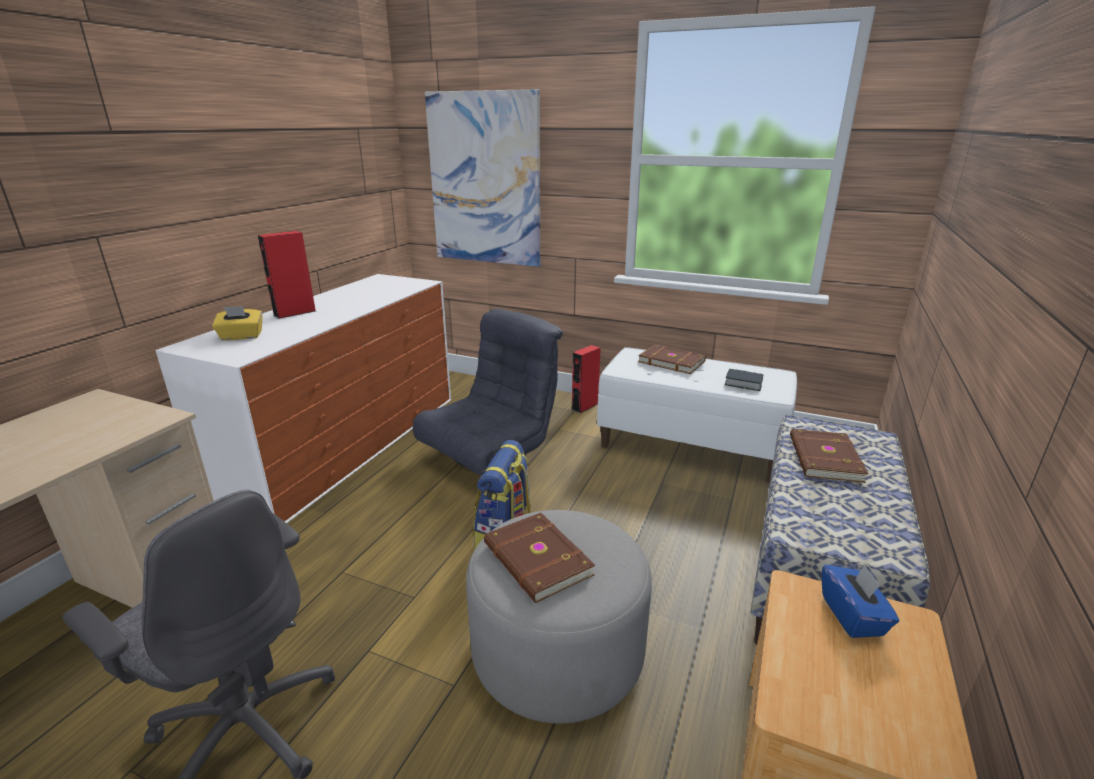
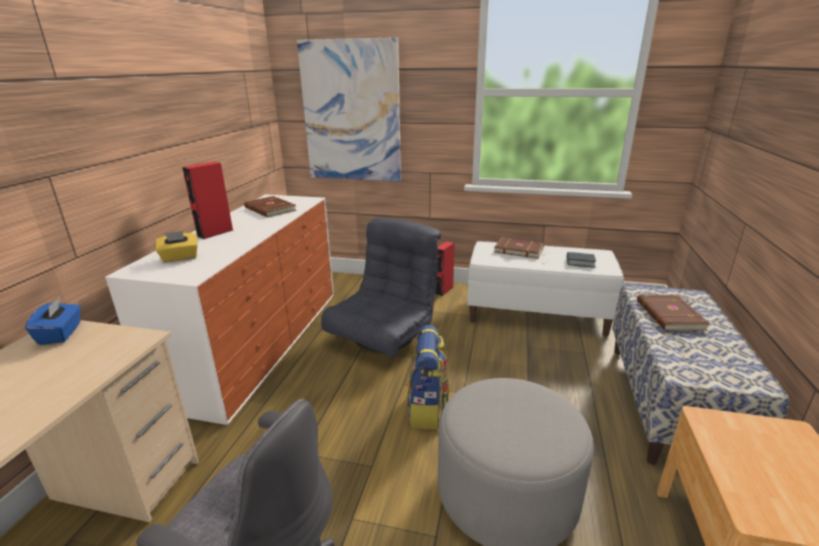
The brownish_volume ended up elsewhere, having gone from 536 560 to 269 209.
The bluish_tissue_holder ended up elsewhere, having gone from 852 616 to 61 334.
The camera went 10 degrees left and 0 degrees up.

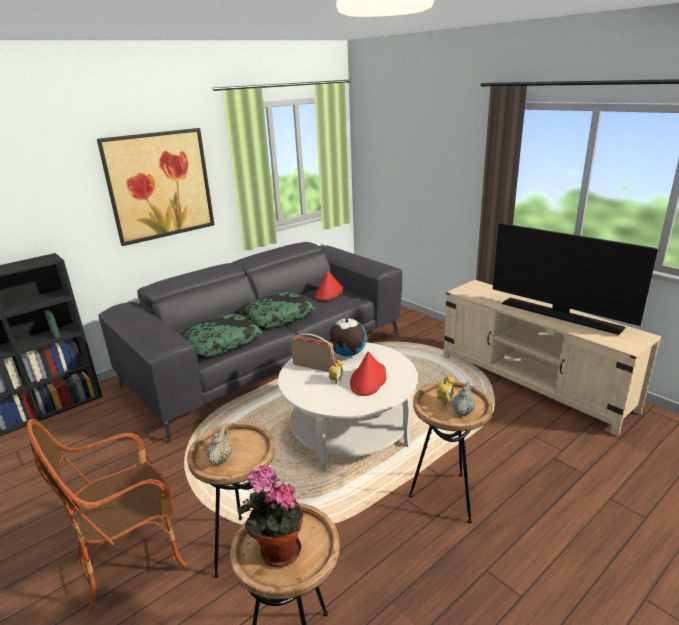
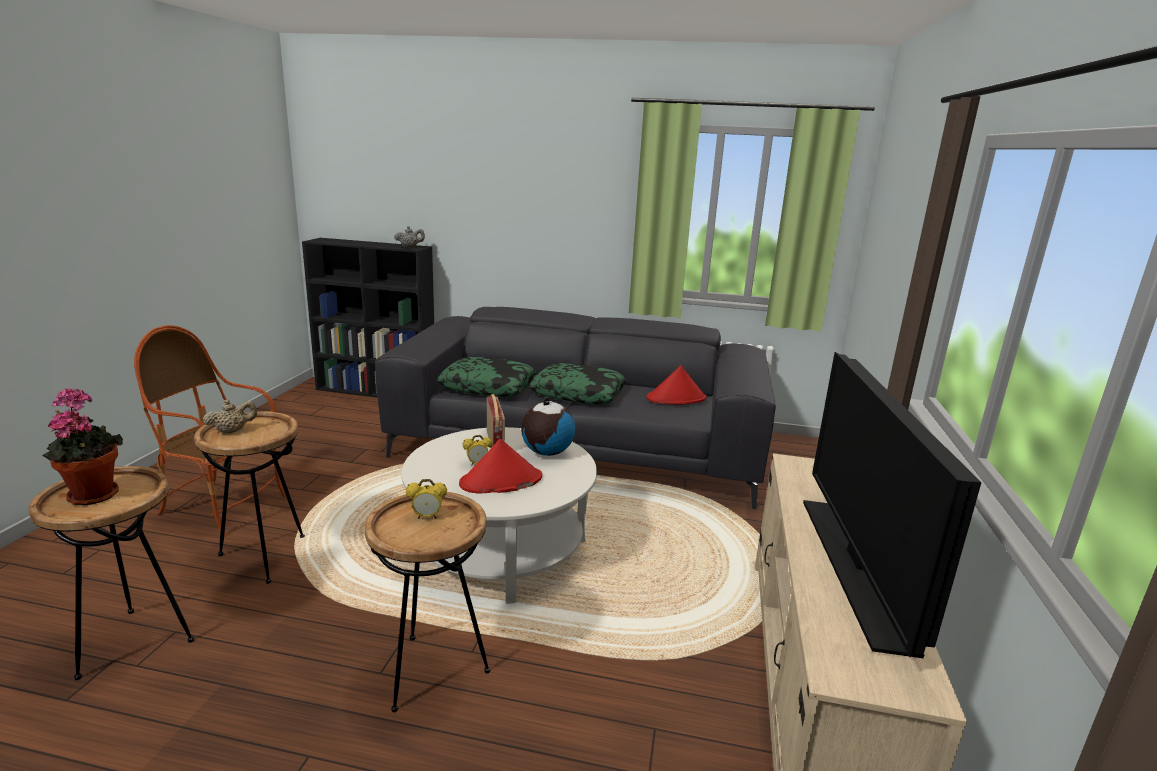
The second view lost the wall_art at 159 185.
The grey_pot_for_tea ended up elsewhere, having gone from 463 411 to 409 247.
The camera went 50 degrees right and 5 degrees down.

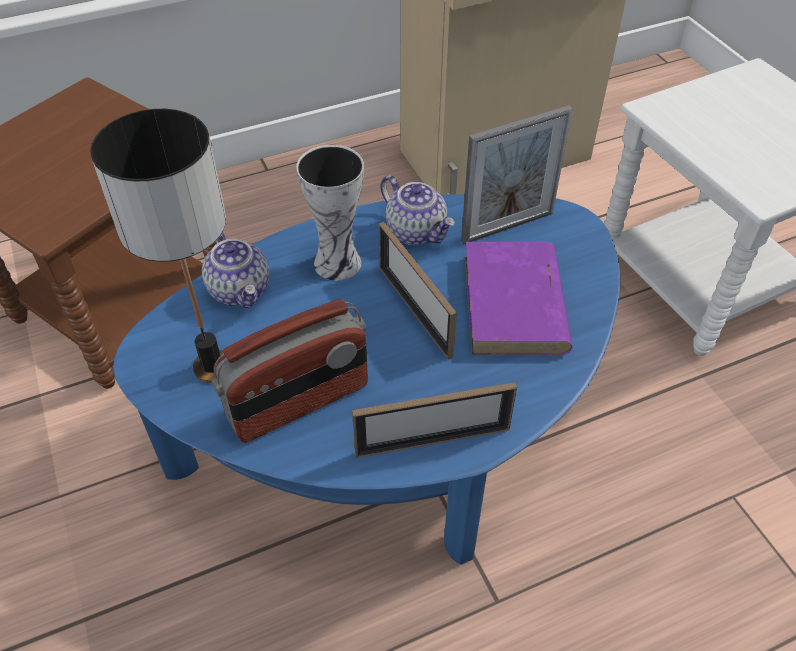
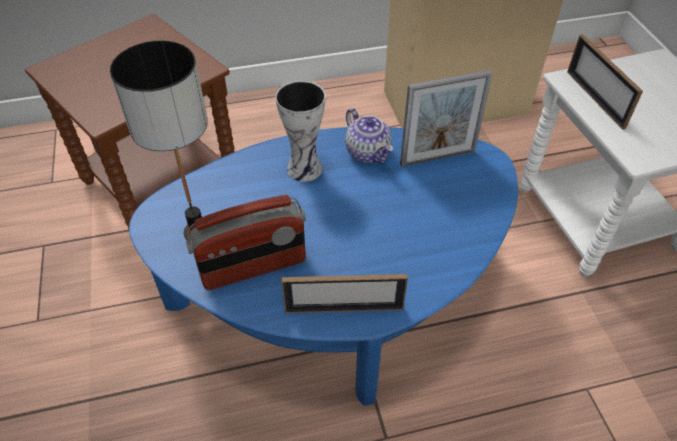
The standing_frame ended up elsewhere, having gone from 415 311 to 595 99.
The second view lost the pot_for_tea at 240 290.
The second view lost the purple-coloured_volume at 514 304.
The camera went 10 degrees right and 0 degrees up.

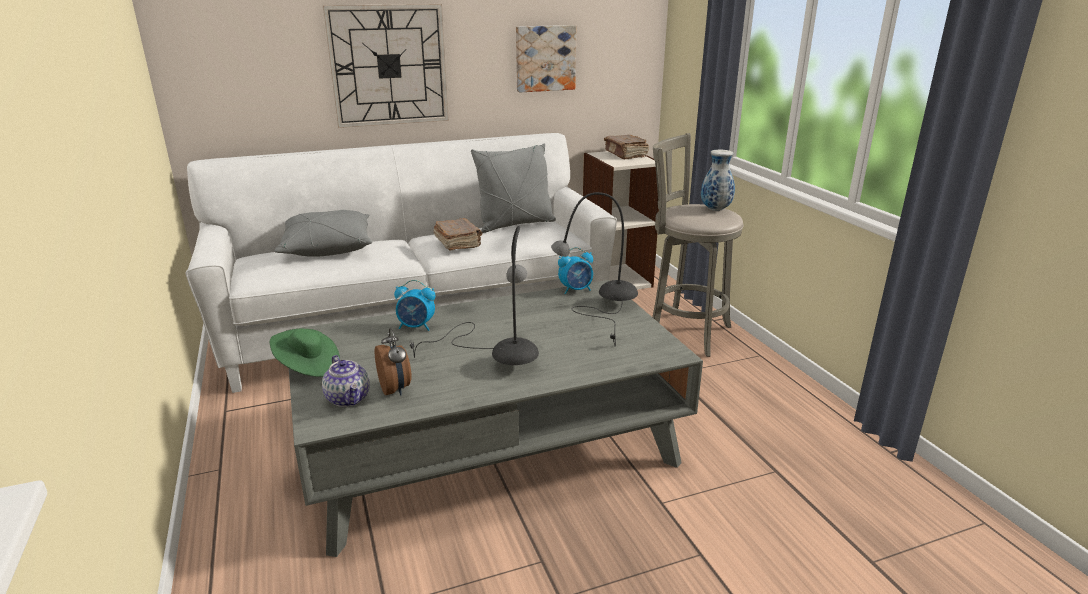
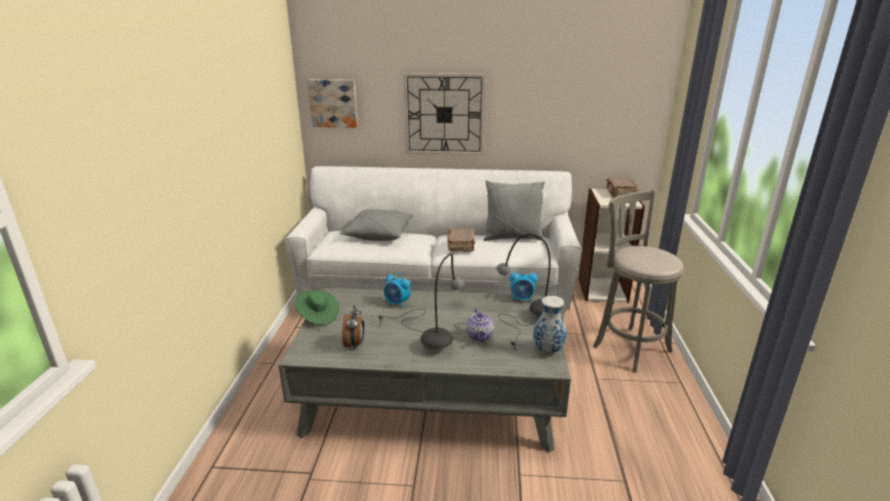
The wall_art ended up elsewhere, having gone from 545 58 to 333 103.
The flower_vase ended up elsewhere, having gone from 714 209 to 547 350.
The pot_for_tea ended up elsewhere, having gone from 349 398 to 480 336.
The camera went 25 degrees right and 0 degrees up.

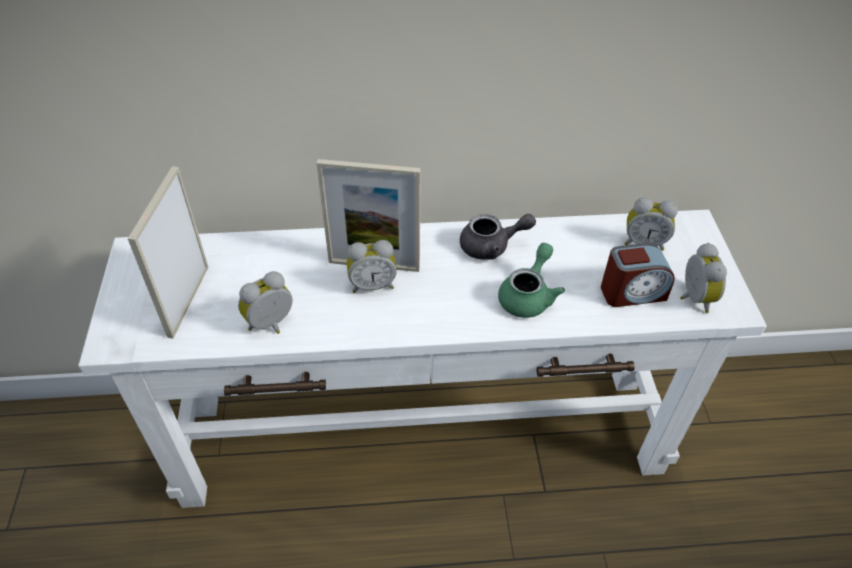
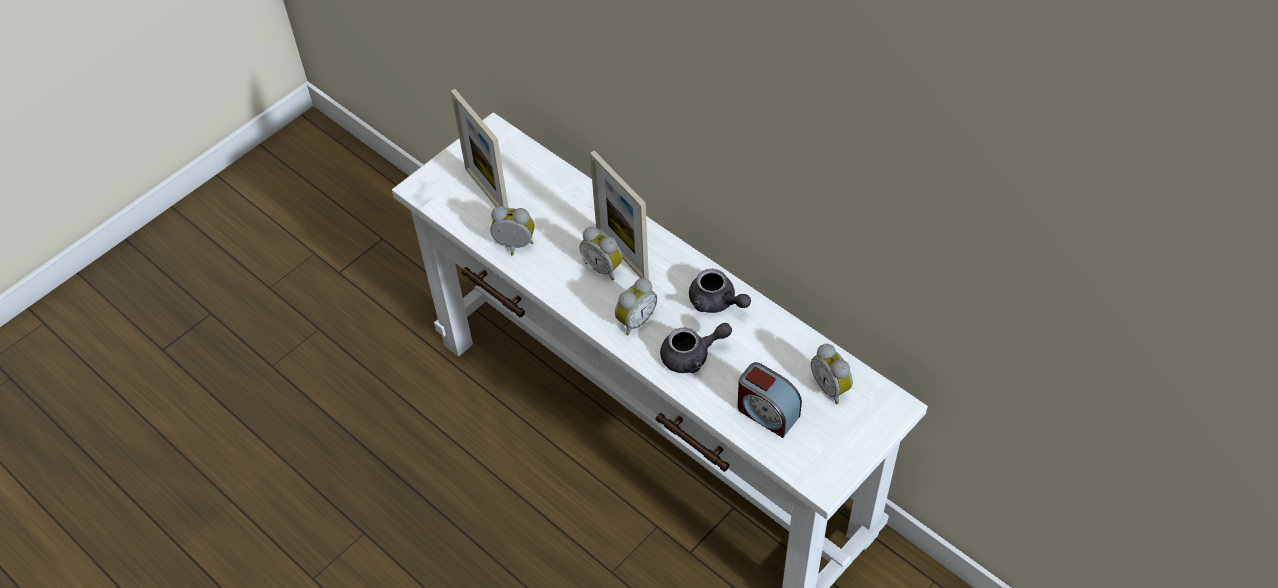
The standing_frame at 188 300 ended up facing another way, 90 degrees counterclockwise from before.
What was the greenish_pot_for_tea at 528 296 turned into the grey_pot_for_tea at 692 356.
The alarm_clock ended up elsewhere, having gone from 693 298 to 634 320.
The camera went 50 degrees right and 5 degrees up.

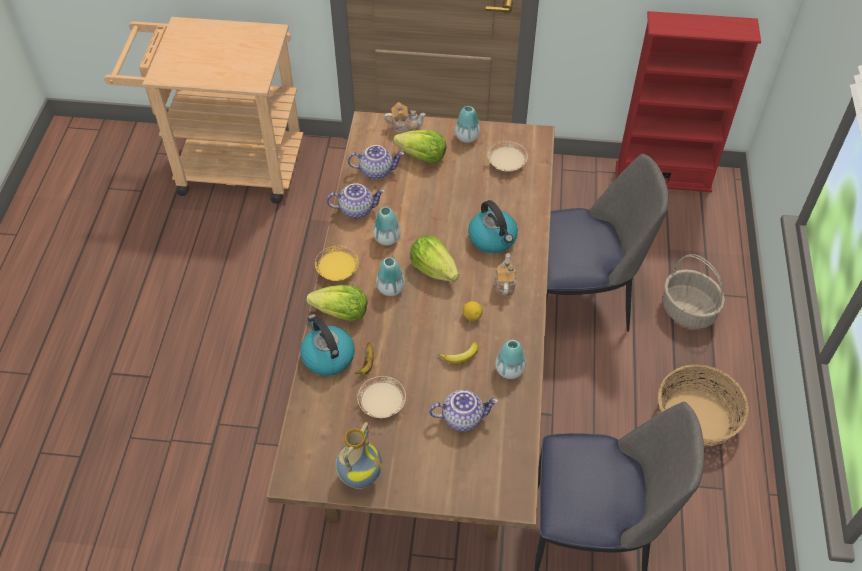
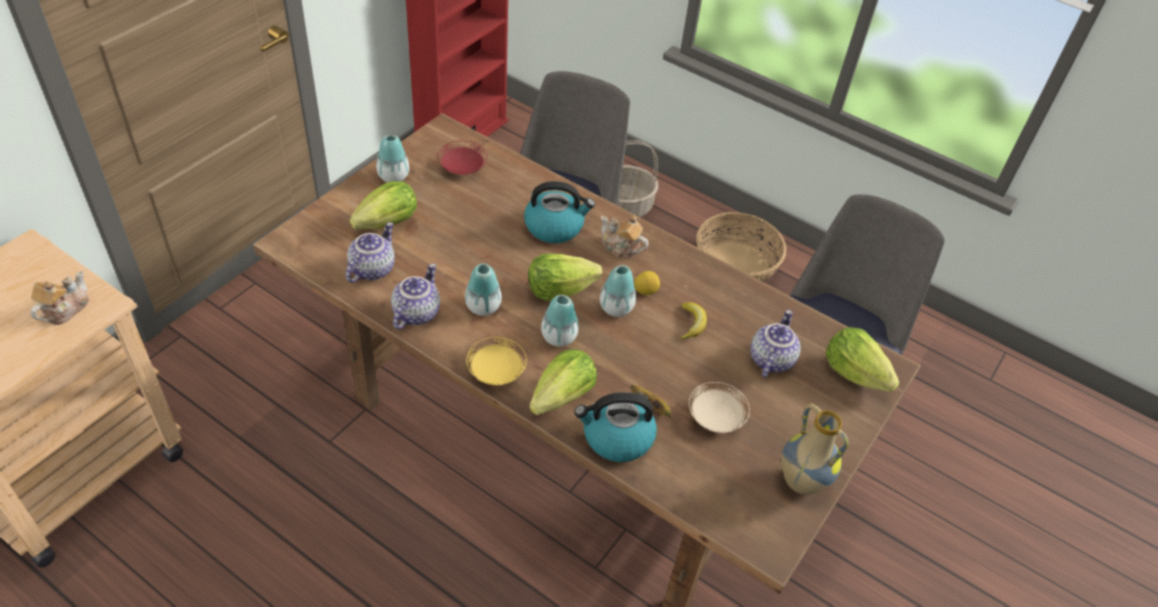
The pot_for_tea ended up elsewhere, having gone from 405 126 to 65 309.
What was the beige-coloured_plate at 507 165 turned into the red_plate at 462 168.
The flower_vase ended up elsewhere, having gone from 509 370 to 616 308.
The second view gained the head_of_lettuce at 854 373.
The camera went 65 degrees left and 5 degrees down.

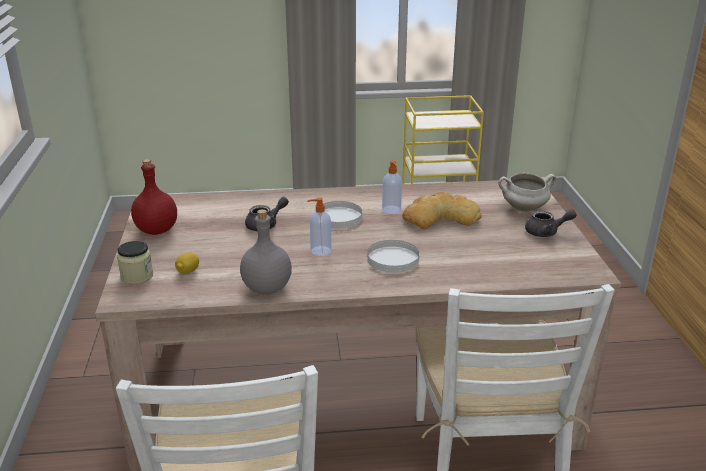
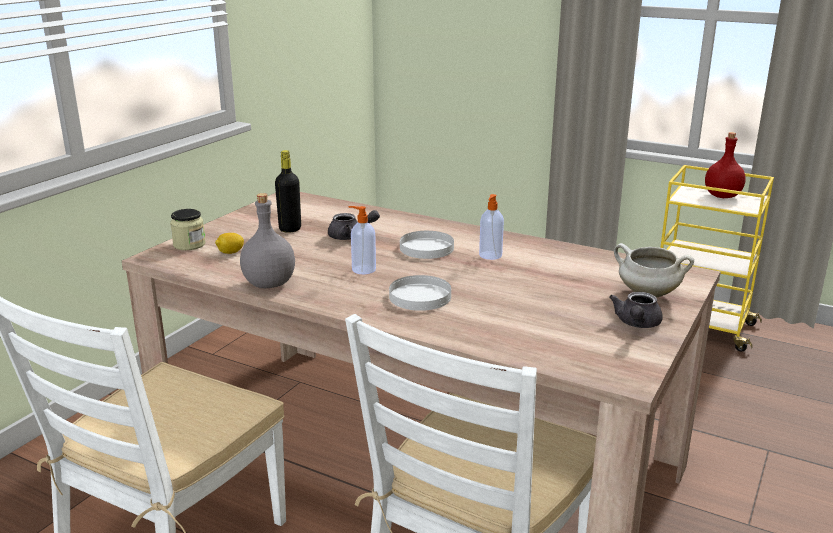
The red_drink_bottle ended up elsewhere, having gone from 156 230 to 721 196.
The second view lost the bread at 440 218.
The grey_pot_for_tea at 546 232 ended up facing another way, 75 degrees clockwise from before.
The second view gained the blackish_drink_bottle at 290 229.
The camera went 35 degrees right and 5 degrees down.

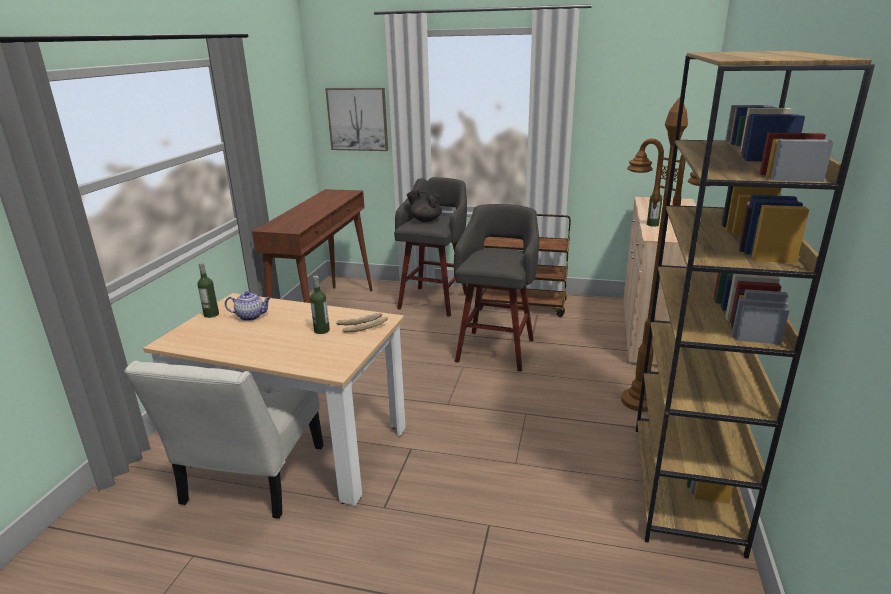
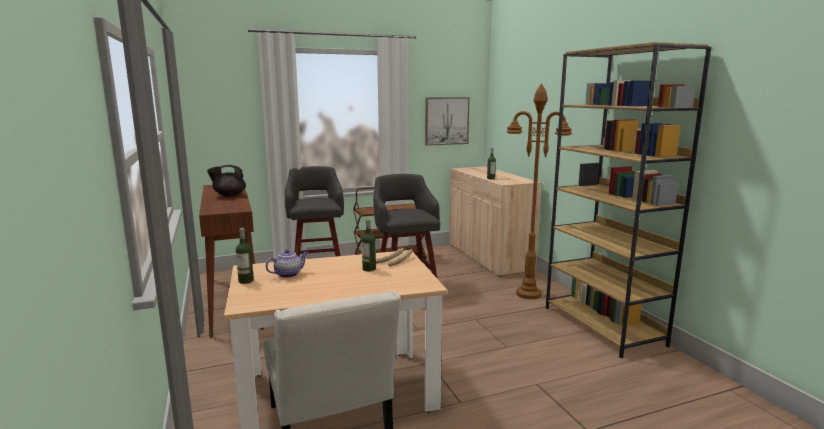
The wall_art ended up elsewhere, having gone from 358 119 to 446 121.
The blackish_pot_for_tea ended up elsewhere, having gone from 425 220 to 229 195.
The camera went 35 degrees left and 10 degrees down.

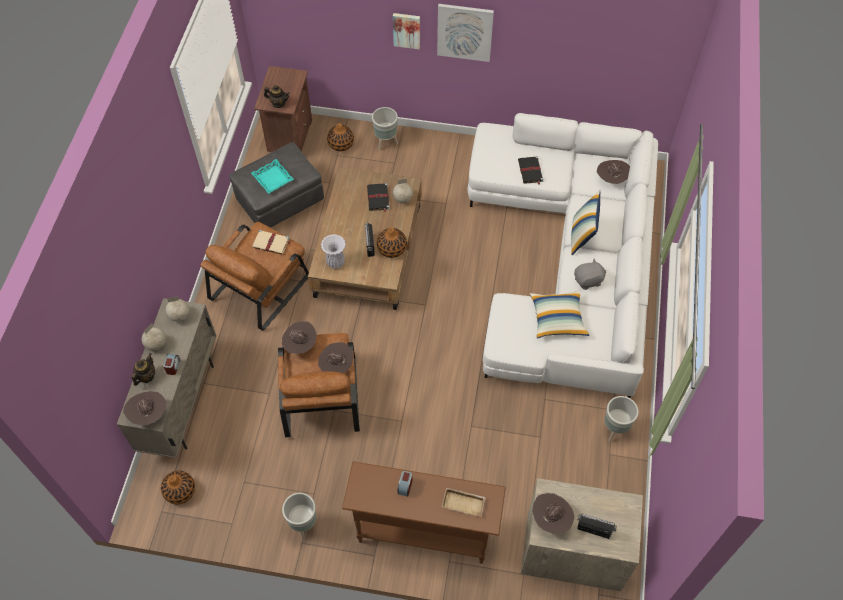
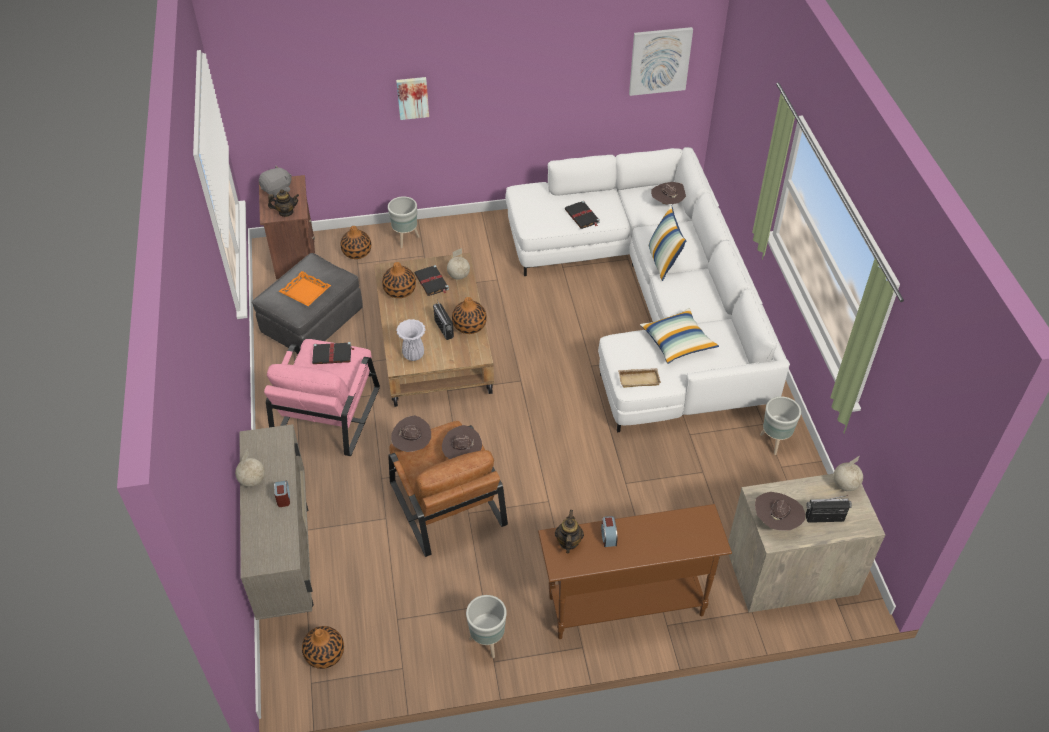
The wall_art ended up elsewhere, having gone from 464 32 to 659 60.
What was the turquoise_carrying_tray at 273 178 turned into the orangey_carrying_tray at 306 291.
What was the brownish_lounge_chair at 260 286 turned into the pink-coloured_lounge_chair at 327 412.
What was the beige-coloured_volume at 271 243 turned into the blackish_volume at 333 354.
The grey_cuddly_toy ended up elsewhere, having gone from 588 280 to 277 190.
The desk_globe ended up elsewhere, having gone from 179 316 to 844 485.
The pot_for_tea ended up elsewhere, having gone from 146 376 to 568 542.
The second view lost the brownish_wearable_hat at 149 414.
The beige-coloured_carrying_tray ended up elsewhere, having gone from 464 503 to 639 379.
The second view gained the flower_vase at 399 290.
The camera went 20 degrees left and 10 degrees down.

